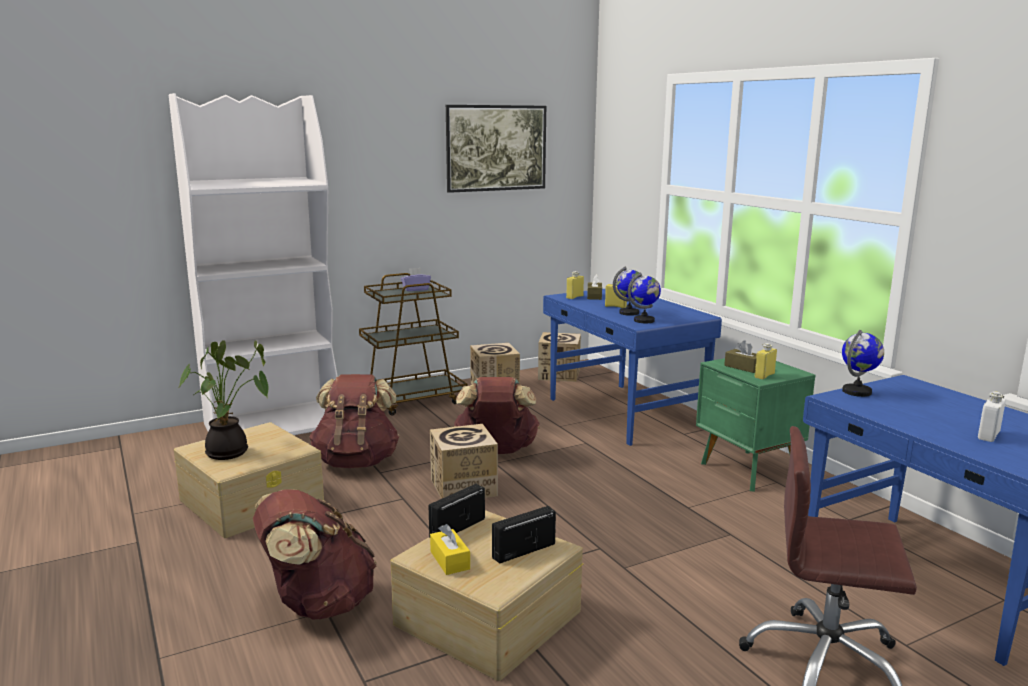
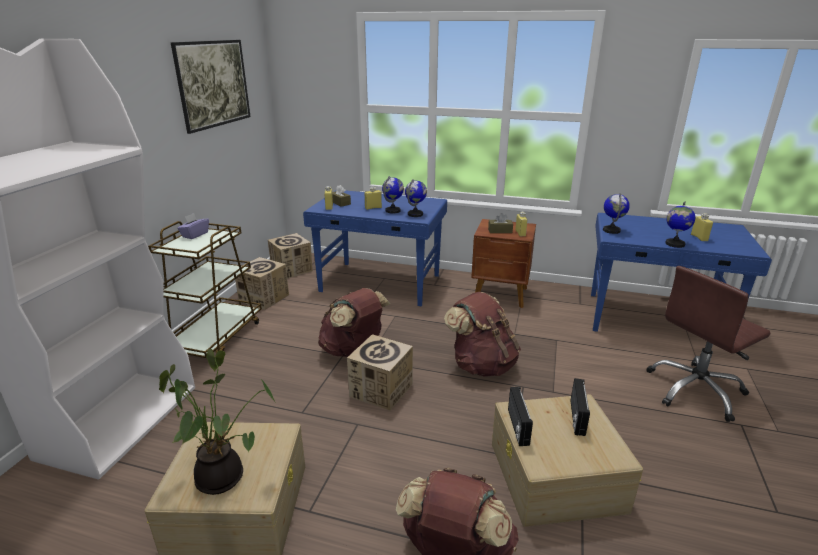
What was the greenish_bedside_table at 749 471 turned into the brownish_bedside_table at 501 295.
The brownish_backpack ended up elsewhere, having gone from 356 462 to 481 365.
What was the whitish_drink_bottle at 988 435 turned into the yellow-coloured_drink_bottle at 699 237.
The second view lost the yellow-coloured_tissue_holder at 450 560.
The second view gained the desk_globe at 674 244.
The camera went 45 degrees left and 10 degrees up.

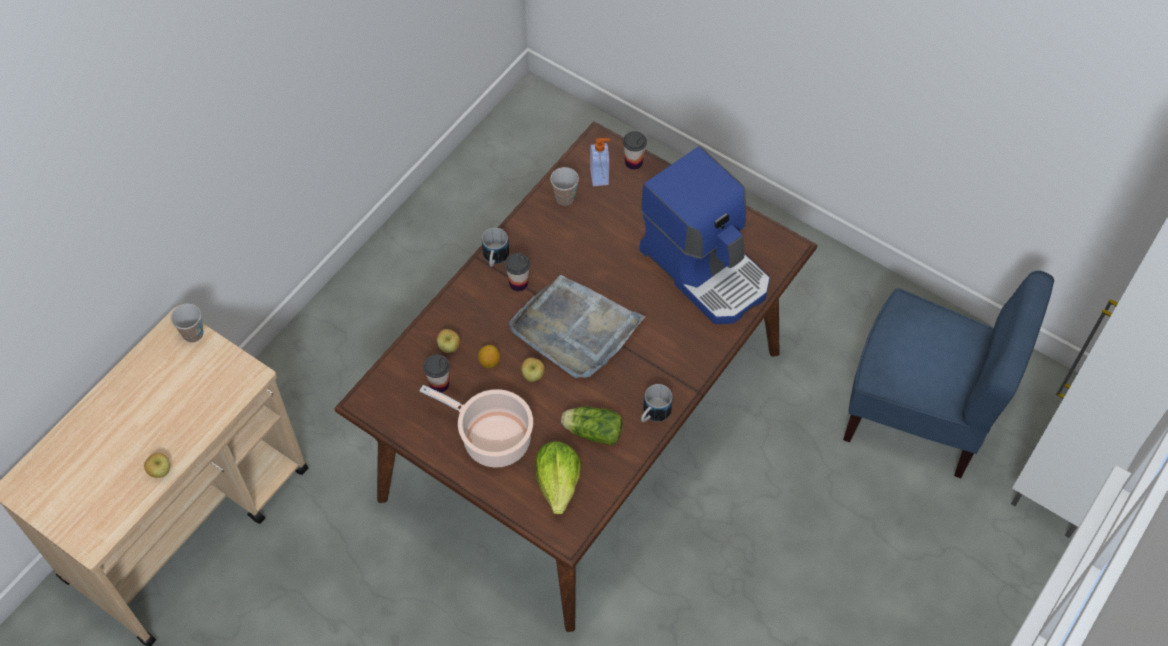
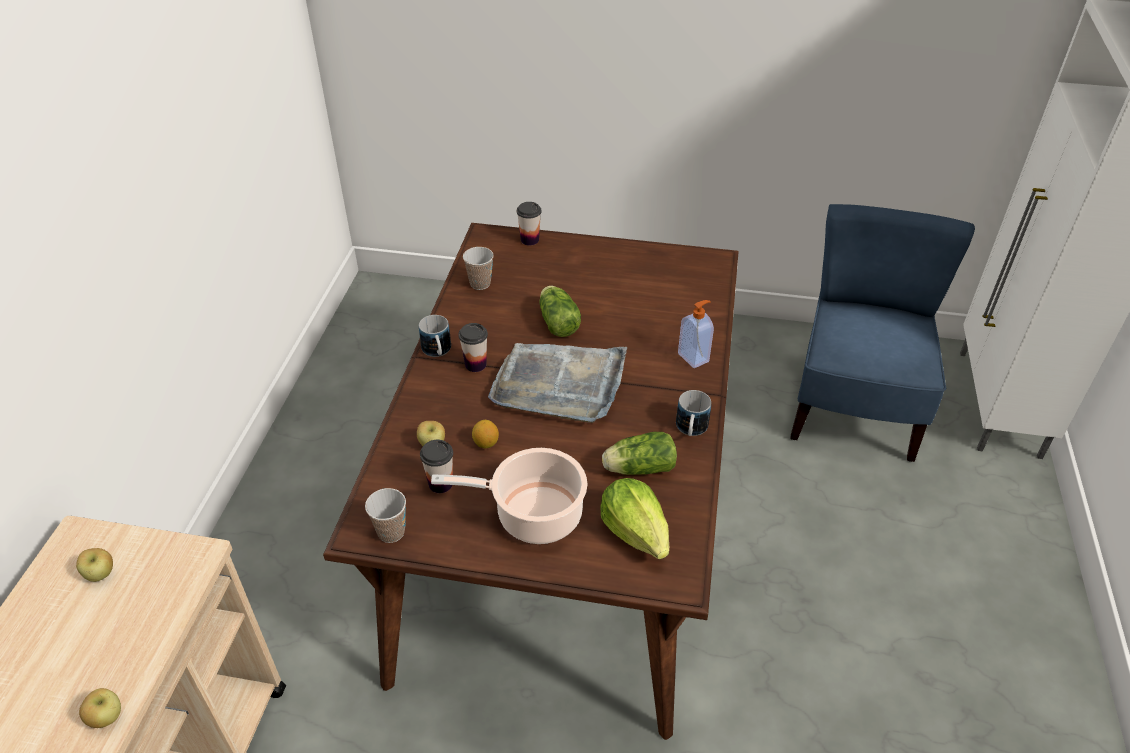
The liquid_soap_bottle ended up elsewhere, having gone from 600 176 to 694 357.
The second view lost the coffee_brewer at 706 268.
The bluish_chair at 919 413 ended up facing another way, 75 degrees counterclockwise from before.
The drinking_cup ended up elsewhere, having gone from 193 334 to 391 532.
The apple_fruit ended up elsewhere, having gone from 533 375 to 101 574.
The second view gained the head_of_lettuce at 557 321.
The camera went 25 degrees left and 15 degrees down.

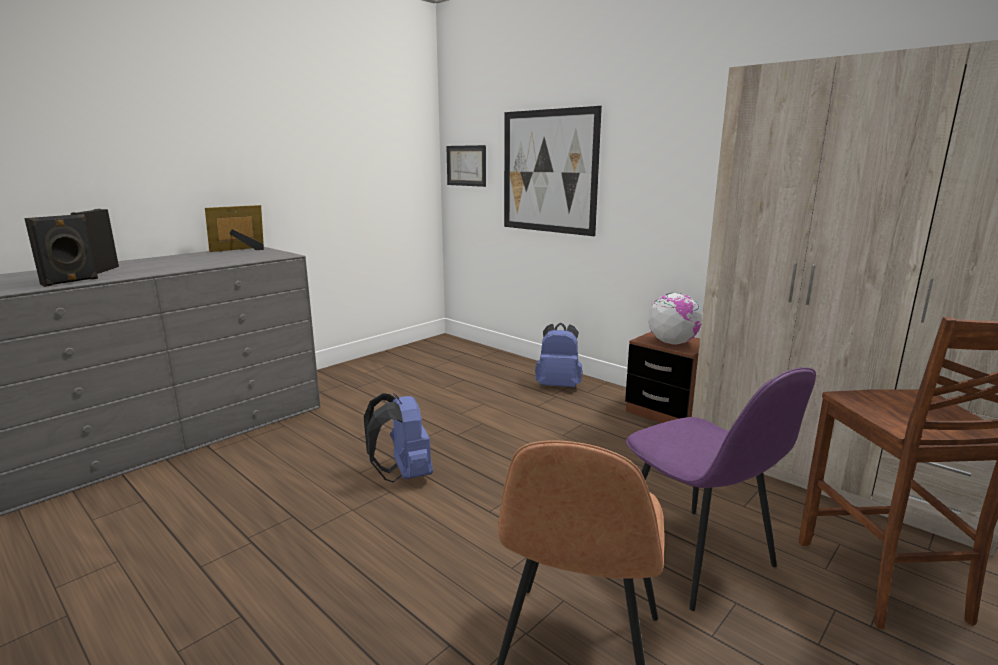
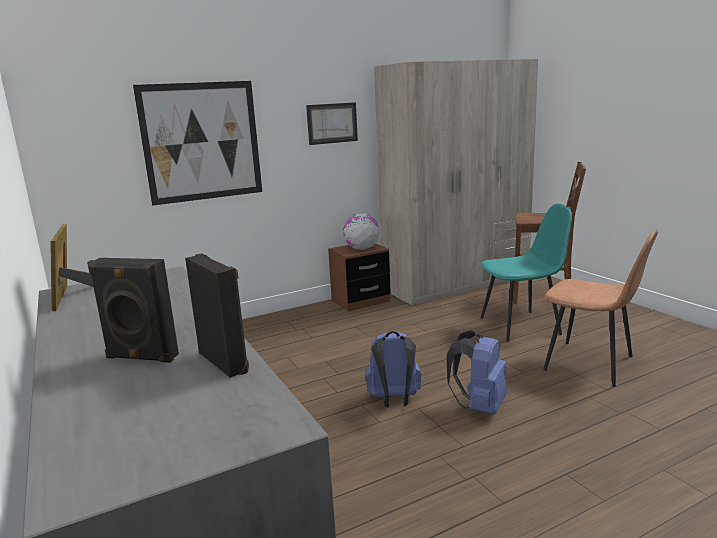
The wall_art ended up elsewhere, having gone from 466 165 to 332 123.
The bluish_backpack ended up elsewhere, having gone from 558 386 to 479 406.
What was the purple-coloured_chair at 696 558 turned into the turquoise_chair at 521 326.
The camera went 70 degrees left and 0 degrees up.

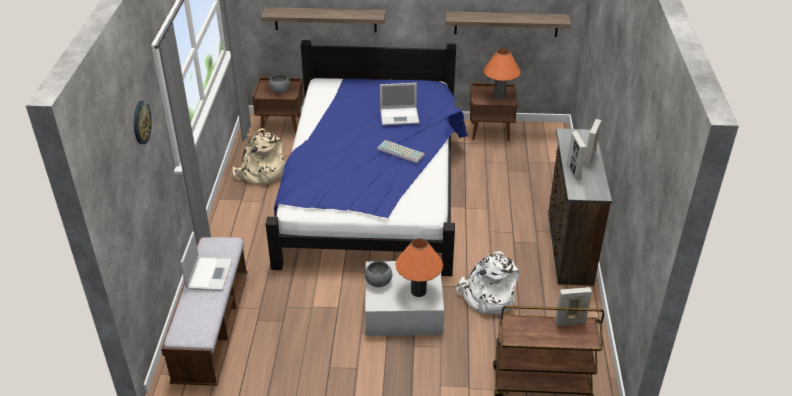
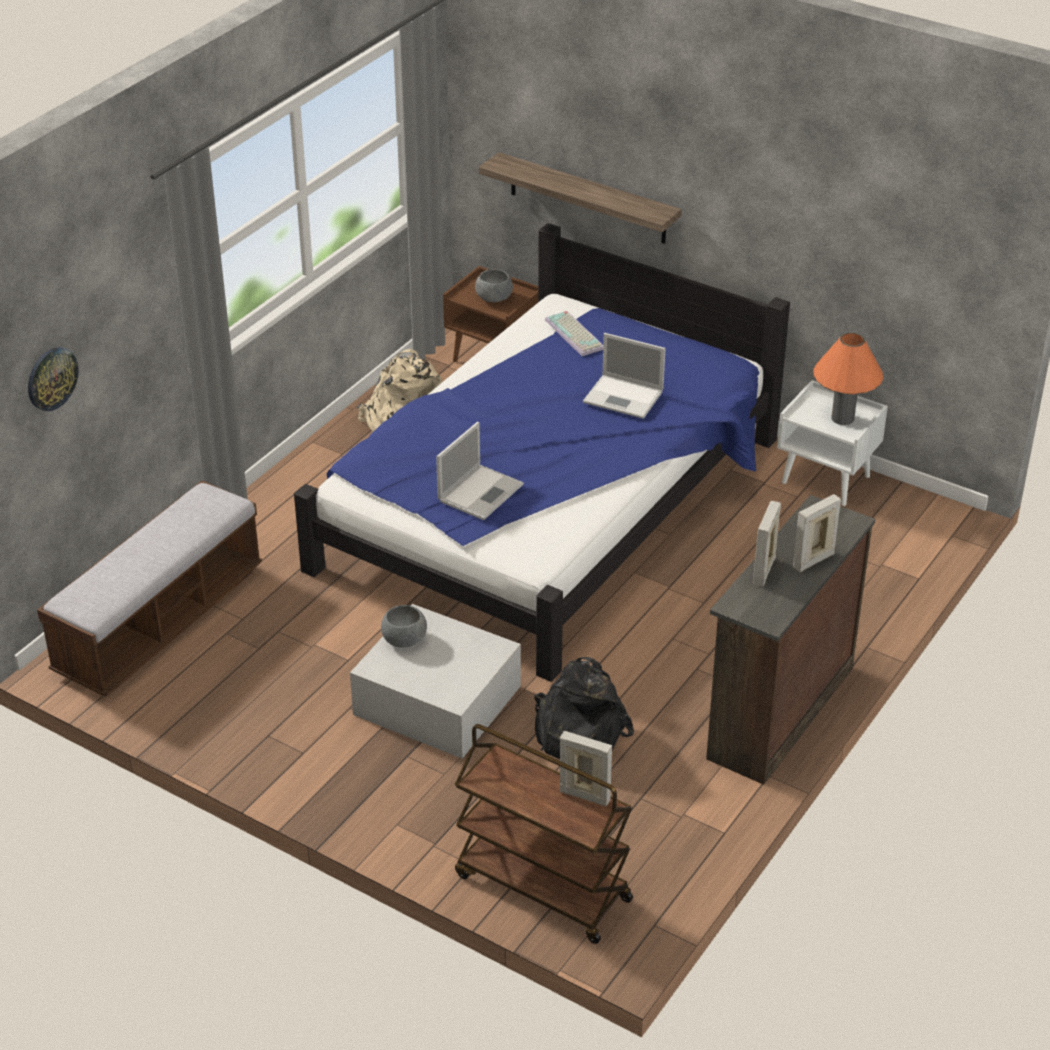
The second view lost the bracket_shelf at 506 24.
What was the brownish_bedside_table at 490 131 turned into the whitish_bedside_table at 827 479.
The hanging_clock ended up elsewhere, having gone from 141 122 to 51 378.
The computer_keyboard ended up elsewhere, having gone from 401 152 to 576 334.
The portable_computer ended up elsewhere, having gone from 209 273 to 481 492.
The second view lost the orangey_lamp_for_a_table at 418 291.
What was the whitish_backpack at 487 297 turned into the blackish_backpack at 577 733.
The camera went 30 degrees right and 0 degrees up.

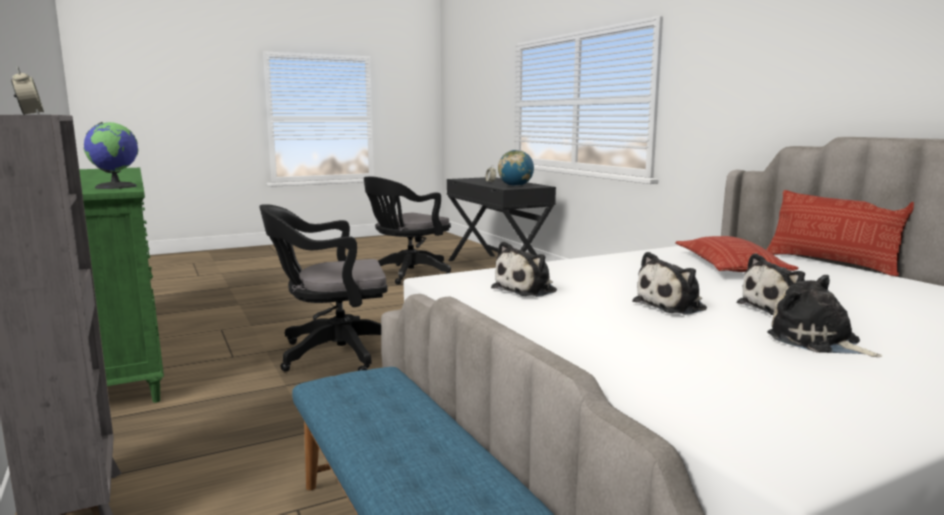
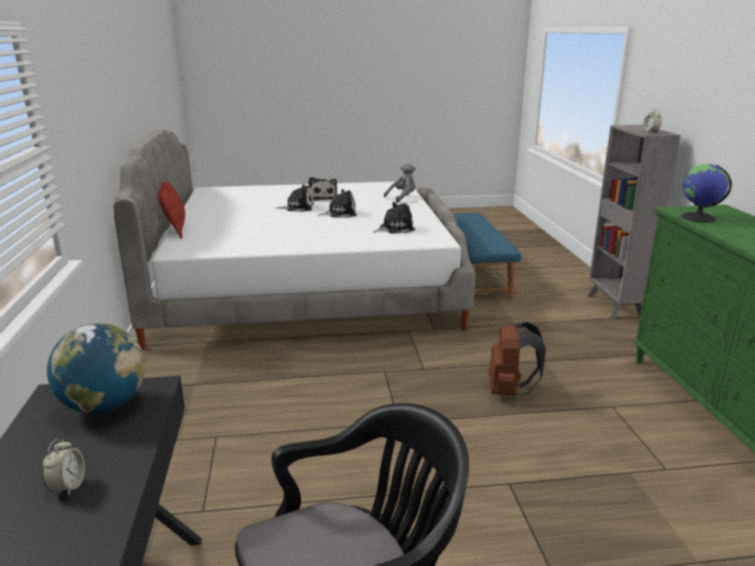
Where the blackish_desk_chair stood at 334 354, the brownish_backpack came to stand at 509 391.
The second view lost the cushion at 730 265.
The second view gained the grey_cuddly_toy at 402 198.
The camera went 160 degrees left and 10 degrees up.

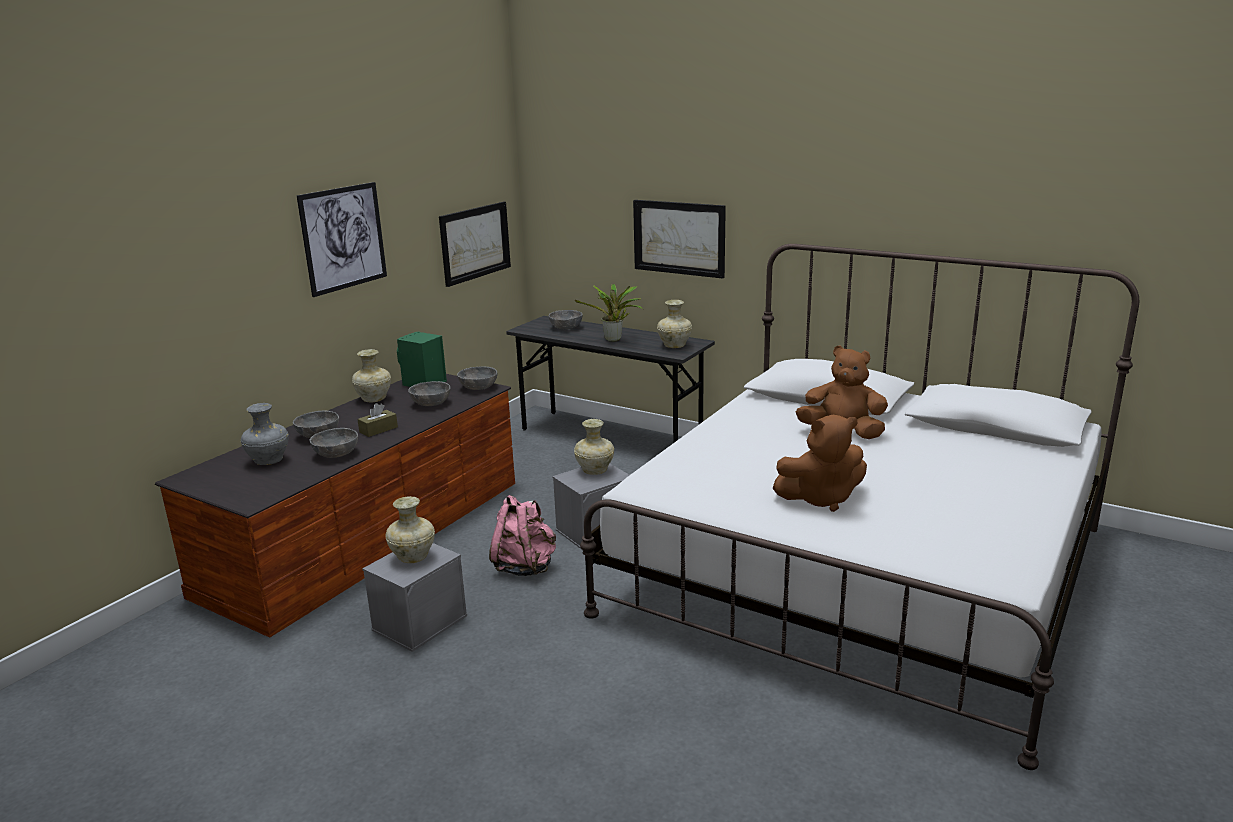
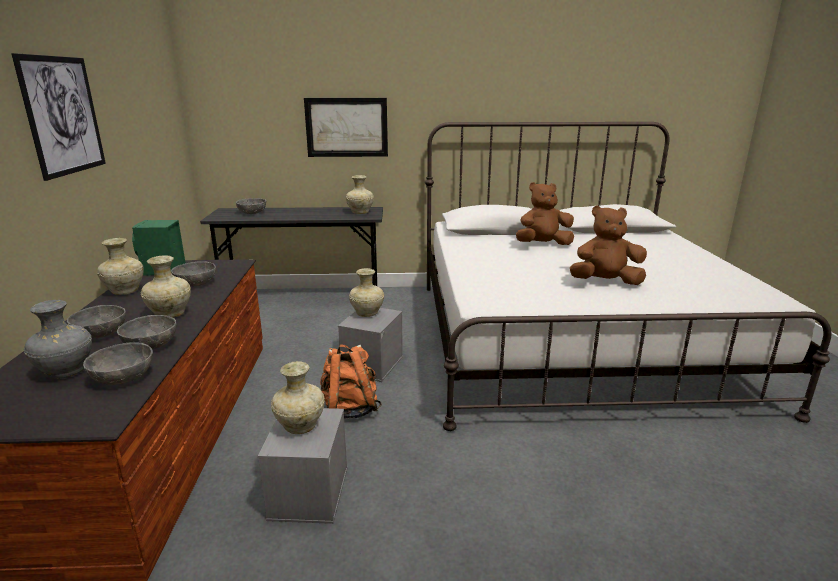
The second view lost the wall_art at 475 242.
The second view lost the plant_in_a_pot at 614 340.
The grey_deep_dish ended up elsewhere, having gone from 478 387 to 123 378.
Where the brownish_tissue_holder stood at 378 429, the beige-coloured_flower_vase came to stand at 170 314.
The brownish_cuddly_toy at 821 498 ended up facing another way, 135 degrees counterclockwise from before.
What was the pink-coloured_backpack at 525 567 turned into the orangey_backpack at 349 409.
The camera went 35 degrees left and 0 degrees up.

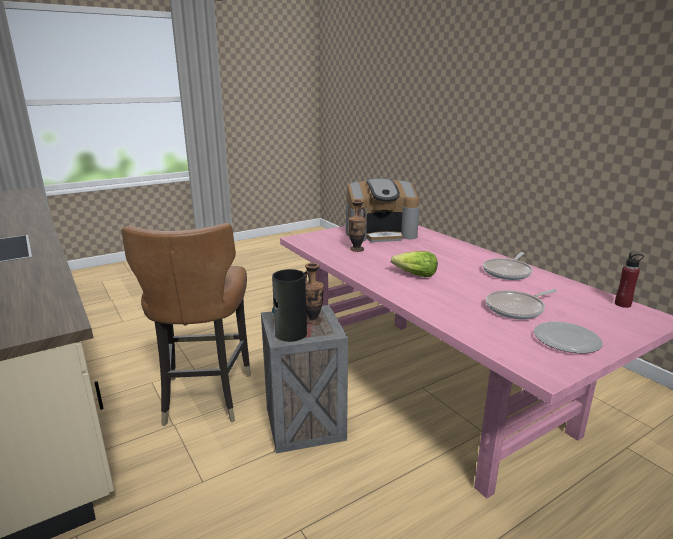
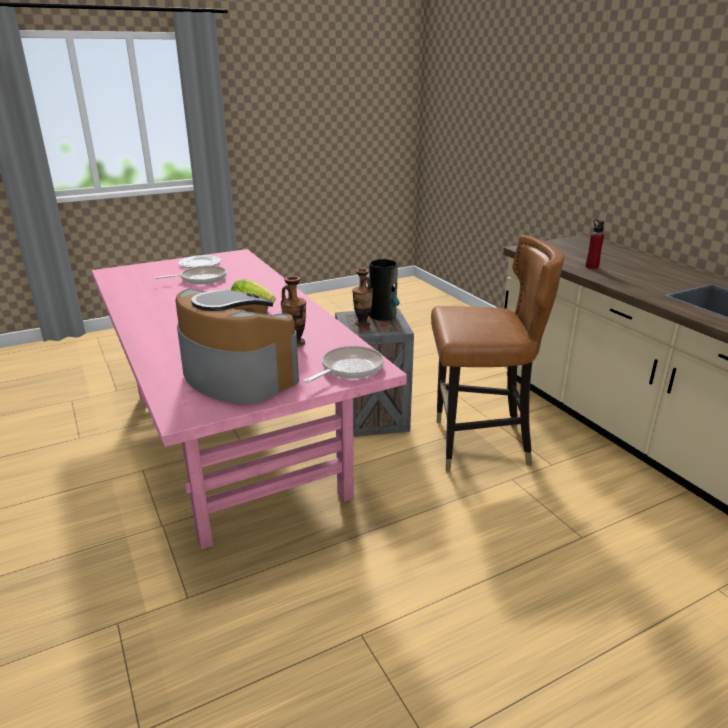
The coffee_brewer at 380 233 ended up facing another way, 45 degrees clockwise from before.
The brownish_chair at 205 396 ended up facing another way, 90 degrees clockwise from before.
The frying_pan ended up elsewhere, having gone from 508 272 to 349 369.
The red_drink_bottle ended up elsewhere, having gone from 622 304 to 591 267.
The camera went 175 degrees left and 5 degrees up.

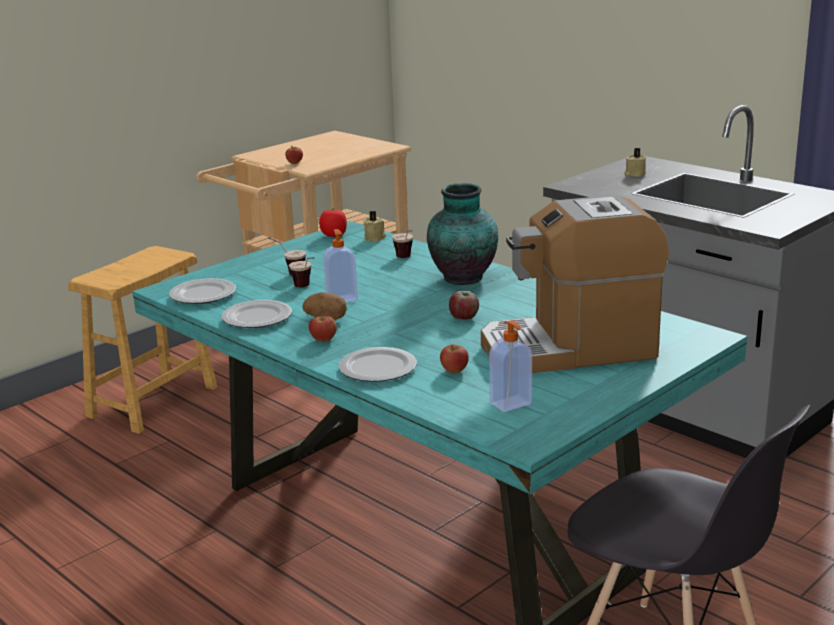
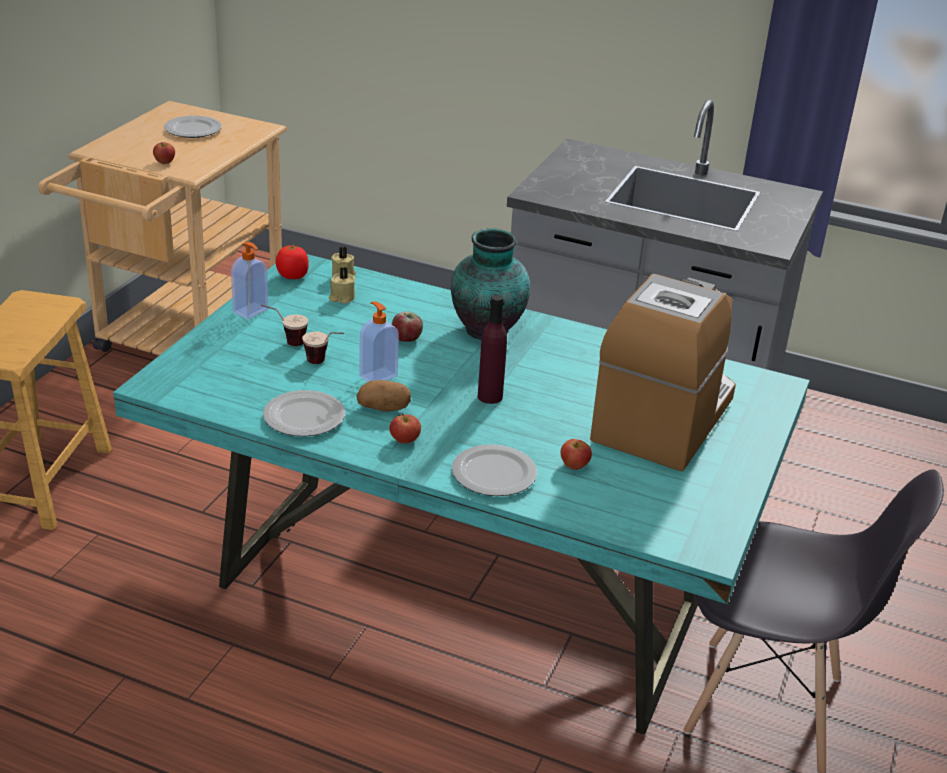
The beige-coloured_wax_light ended up elsewhere, having gone from 634 174 to 341 298.
The coffee_brewer at 570 348 ended up facing another way, 150 degrees clockwise from before.
The second view lost the drinking_cup at 406 258.
The plate ended up elsewhere, having gone from 202 295 to 192 130.
The apple_fruit ended up elsewhere, having gone from 464 318 to 407 339.
The liquid_soap_bottle ended up elsewhere, having gone from 511 404 to 251 311.
The second view gained the purple-coloured_drink_bottle at 490 396.
The camera went 25 degrees left and 10 degrees up.

